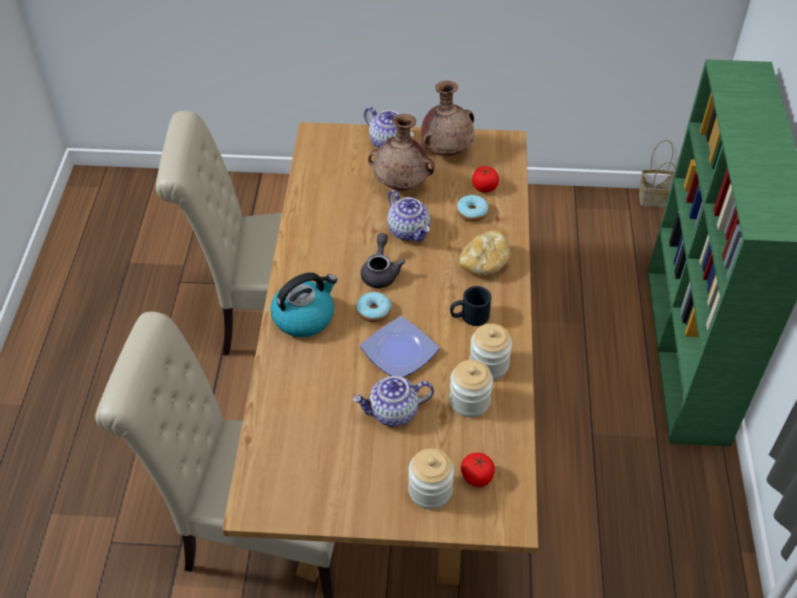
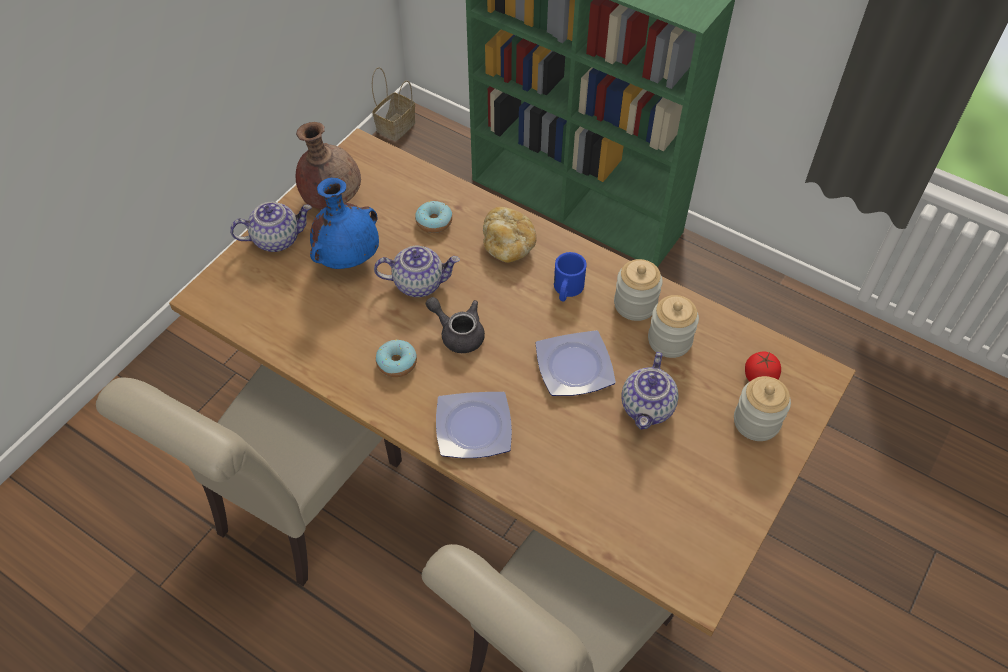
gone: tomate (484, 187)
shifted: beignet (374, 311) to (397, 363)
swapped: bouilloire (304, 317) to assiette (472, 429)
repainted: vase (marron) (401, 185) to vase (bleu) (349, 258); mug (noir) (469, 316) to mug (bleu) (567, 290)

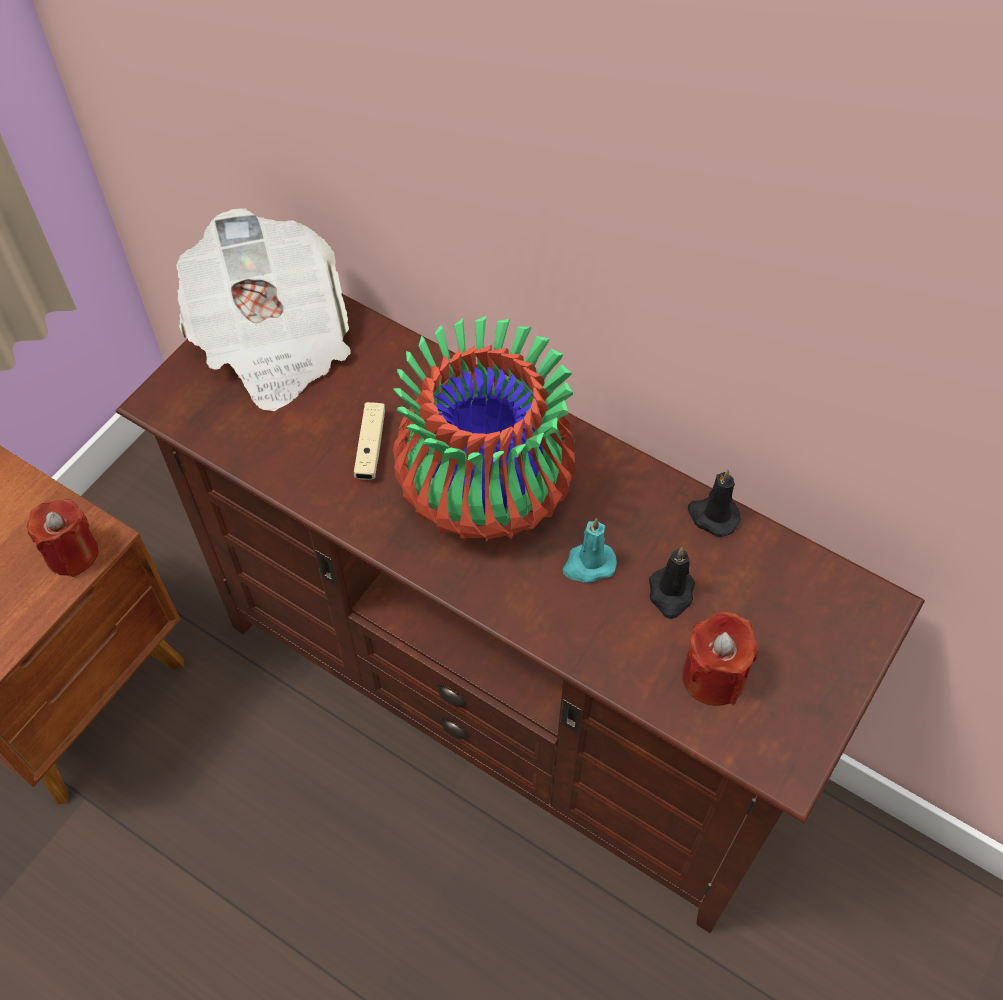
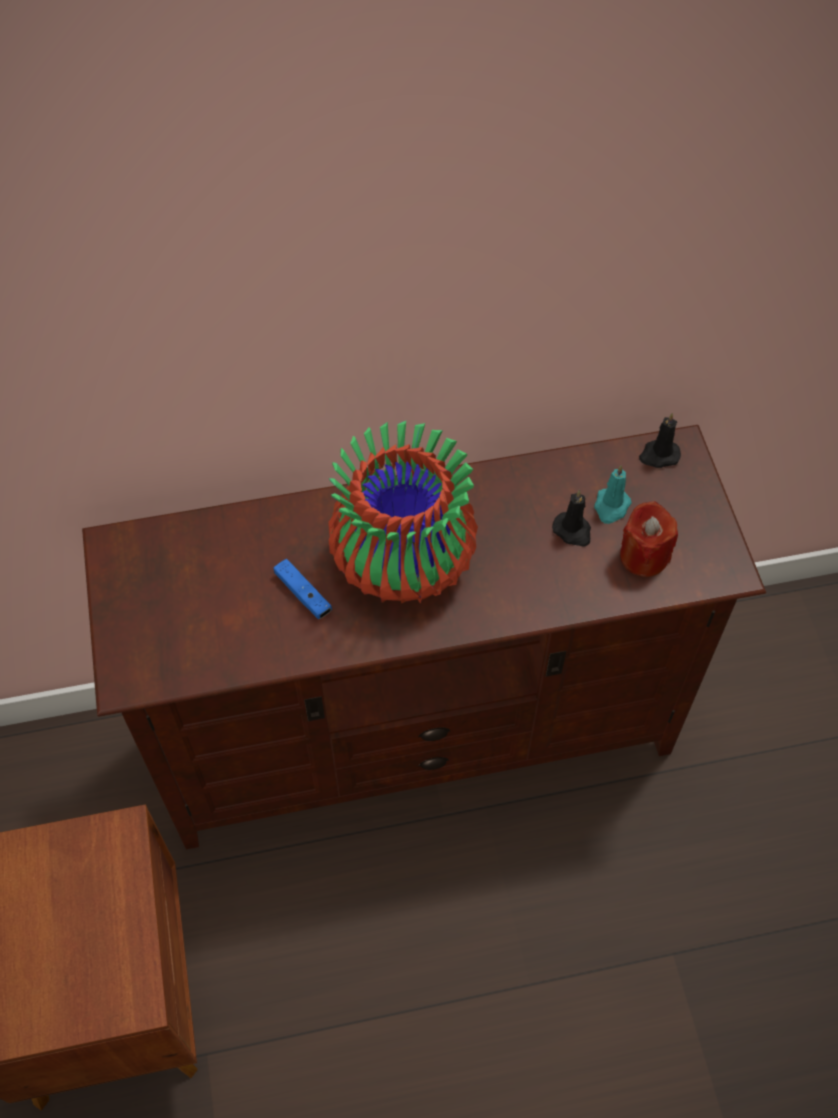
gone: bougie (rouge) (72, 553); journal (271, 340)
shifted: bougie (turquoise) (588, 564) to (611, 507); bougie (noir) (712, 516) to (658, 455)
repainted: manette (beige) (370, 447) to manette (bleu) (303, 594)

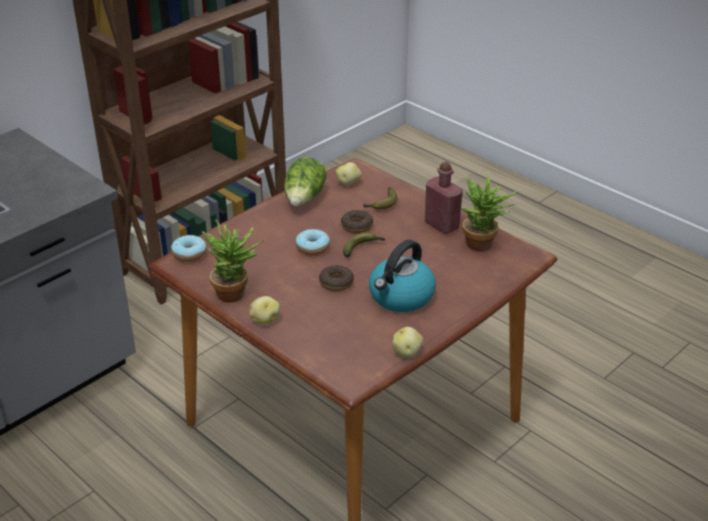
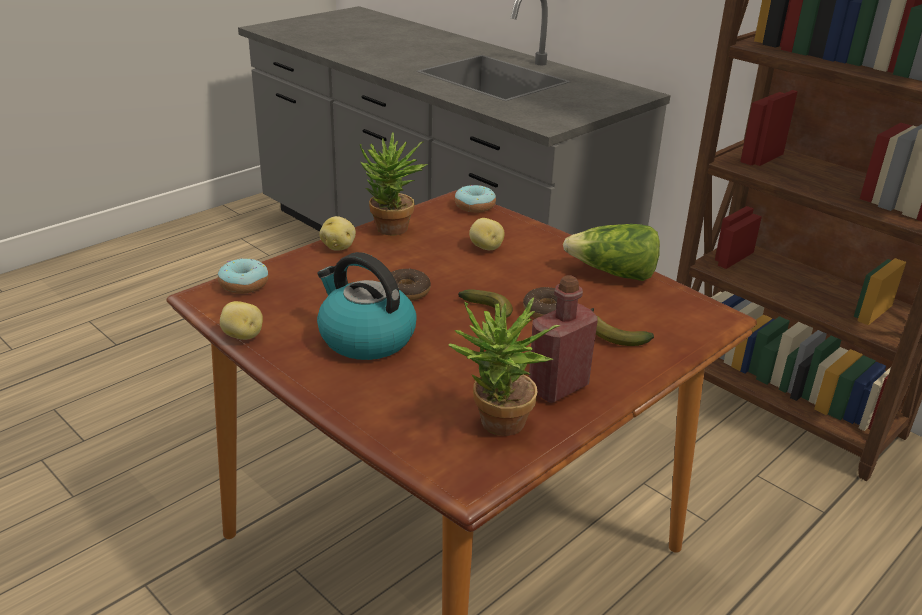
shifted: beignet (312, 248) to (244, 284); pomme de terre (348, 183) to (486, 247)

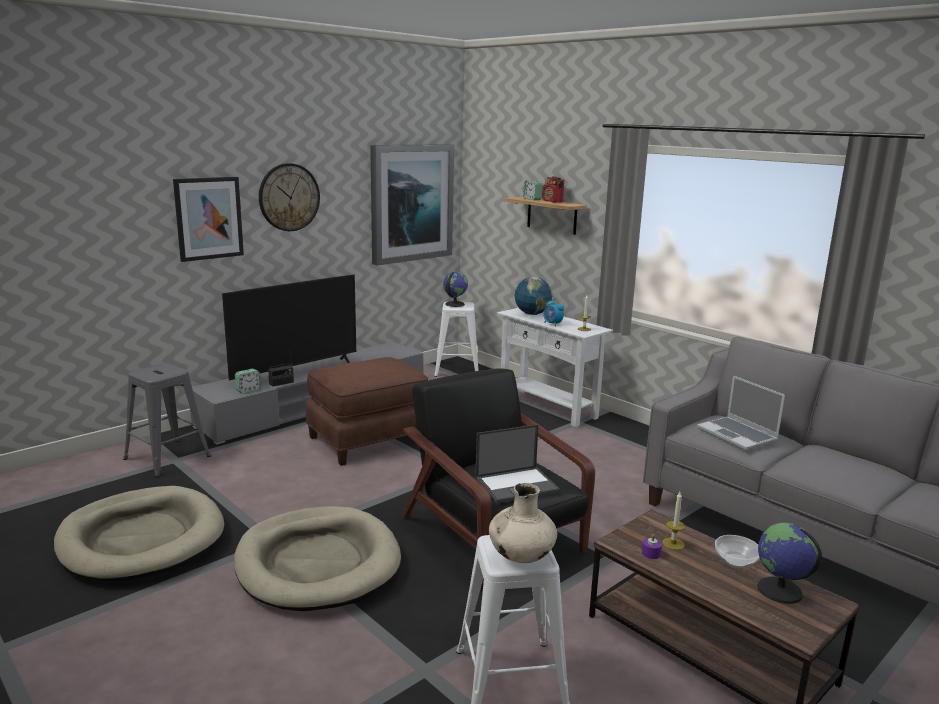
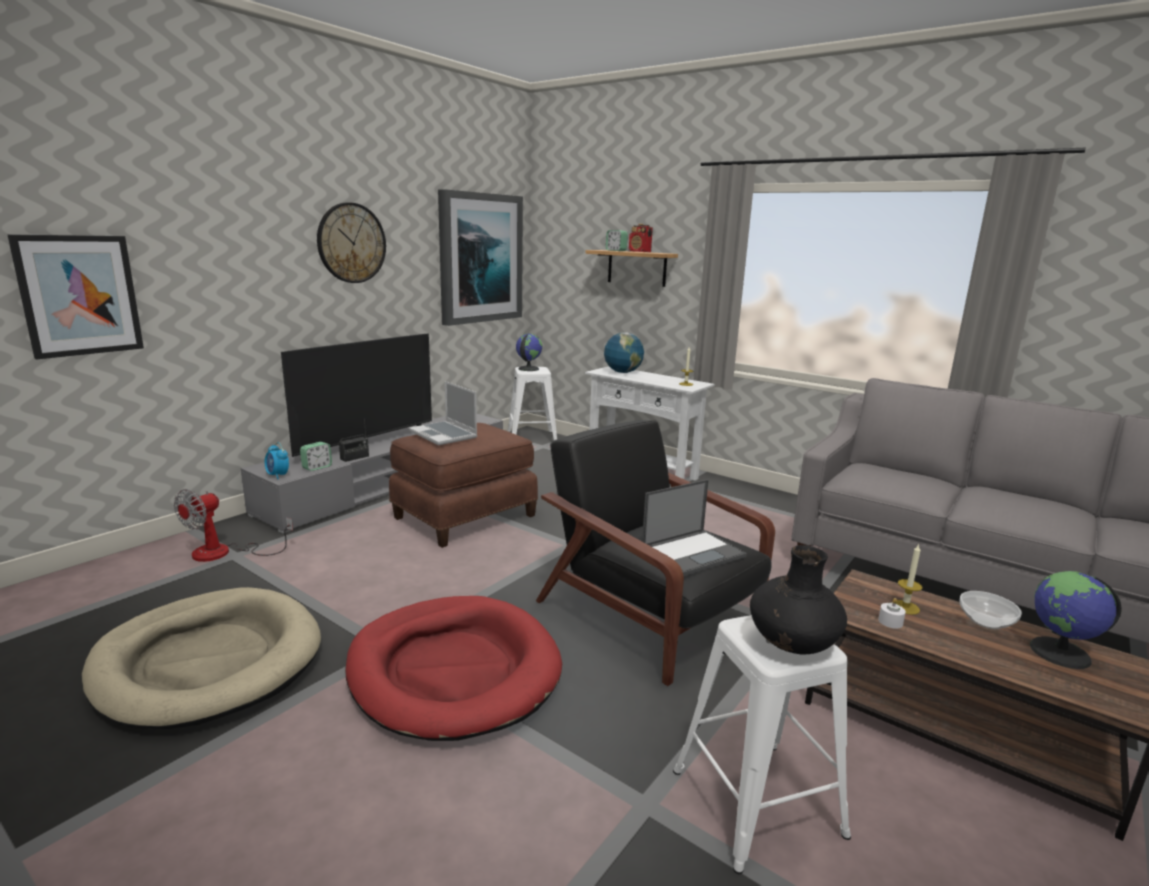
shifted: tableau (209, 218) to (79, 295); réveil (552, 324) to (278, 476); ordinateur portable (738, 435) to (444, 434)
swapped: tabouret (gris) (168, 457) to ventilateur (224, 553)
repainted: panier pour chien (beige) (317, 563) to panier pour chien (rouge) (453, 670); vase (beige) (521, 556) to vase (noir) (791, 645); bougie (violet) (651, 553) to bougie (blanc) (890, 622)

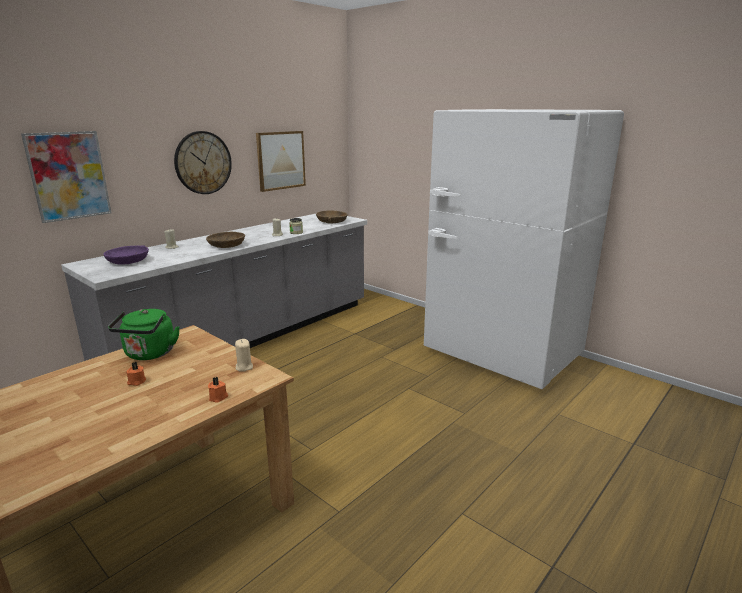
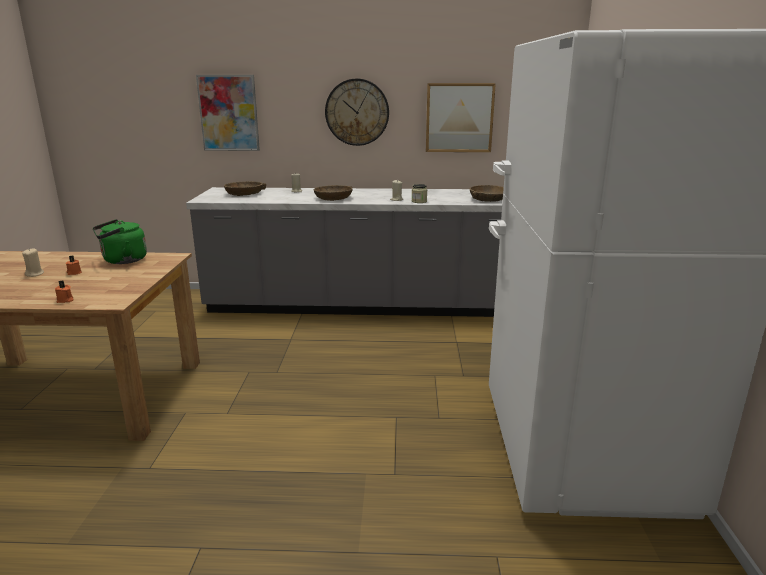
shifted: bougie (beige) (244, 367) to (35, 274)
repainted: bol (violet) (128, 261) to bol (marron) (244, 194)

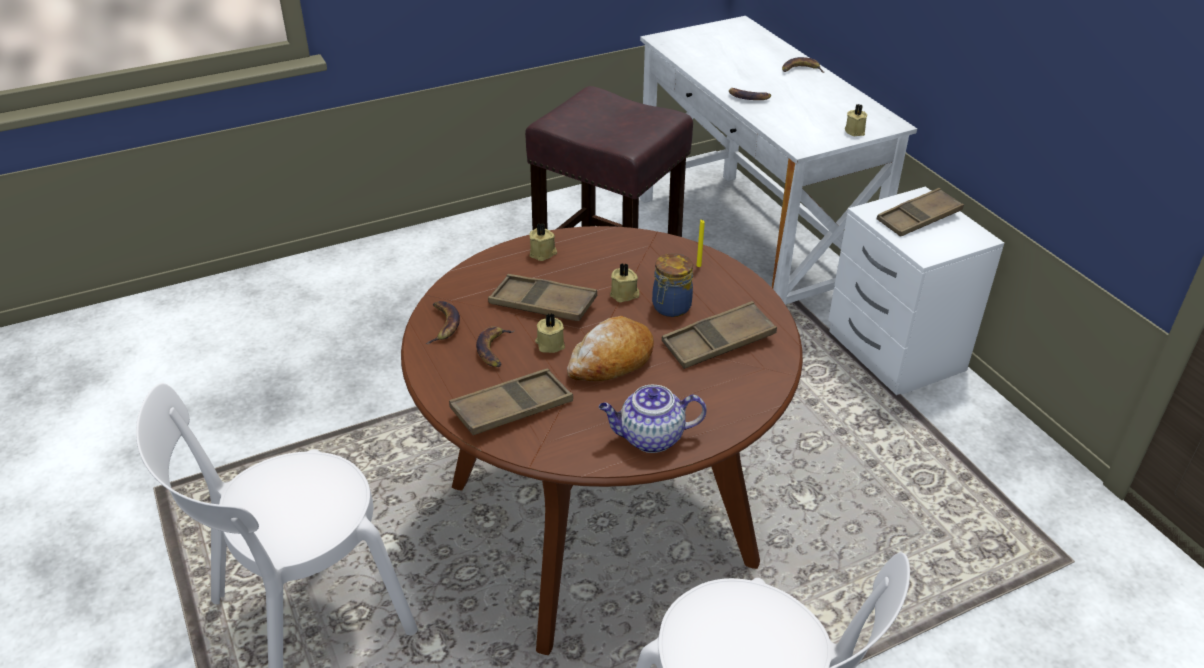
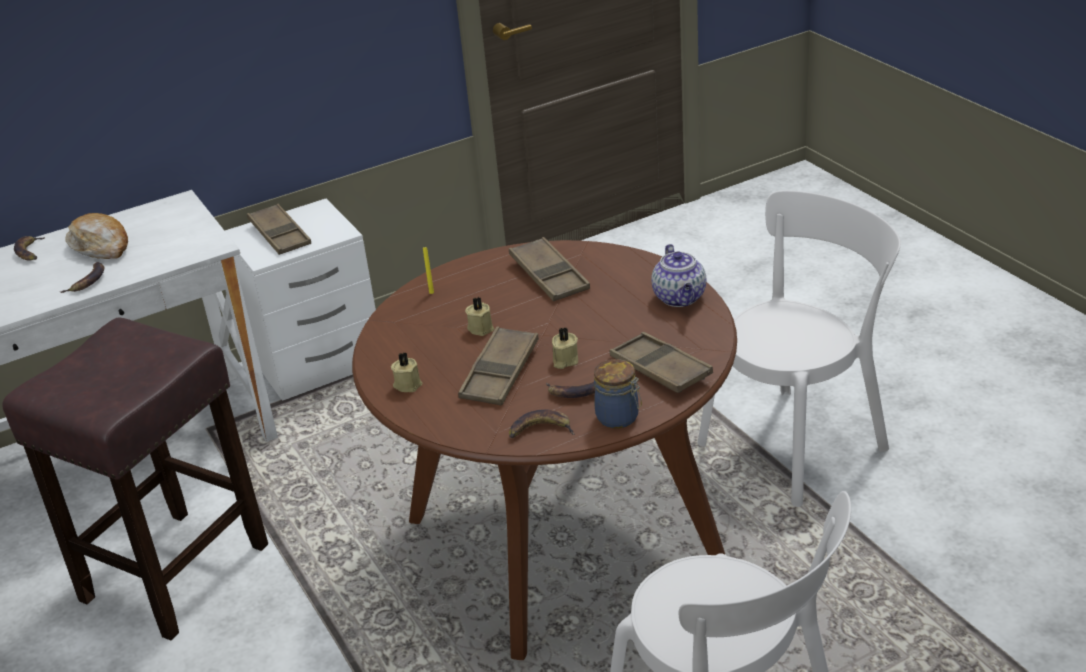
gone: bougie (beige) (855, 131)
shifted: pain (611, 361) to (101, 246); bocal (670, 308) to (619, 418)

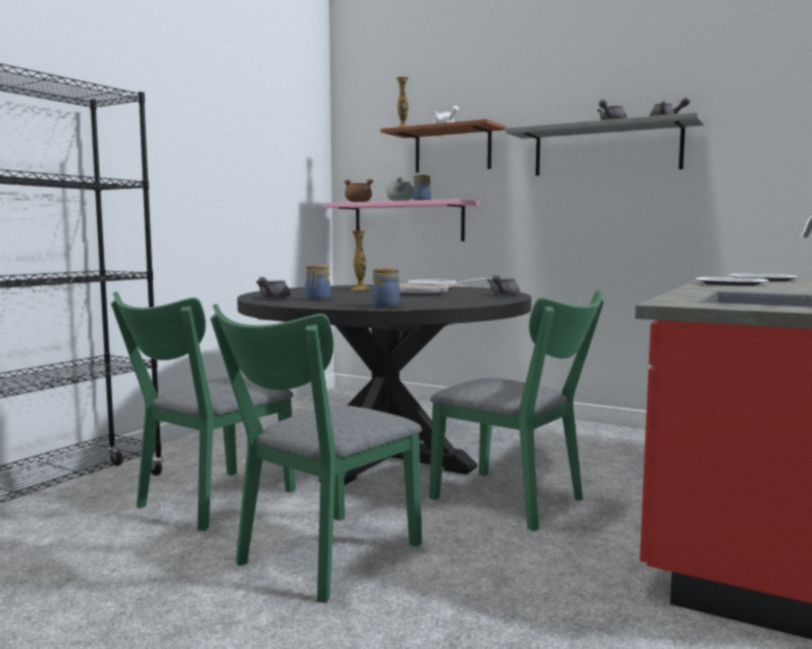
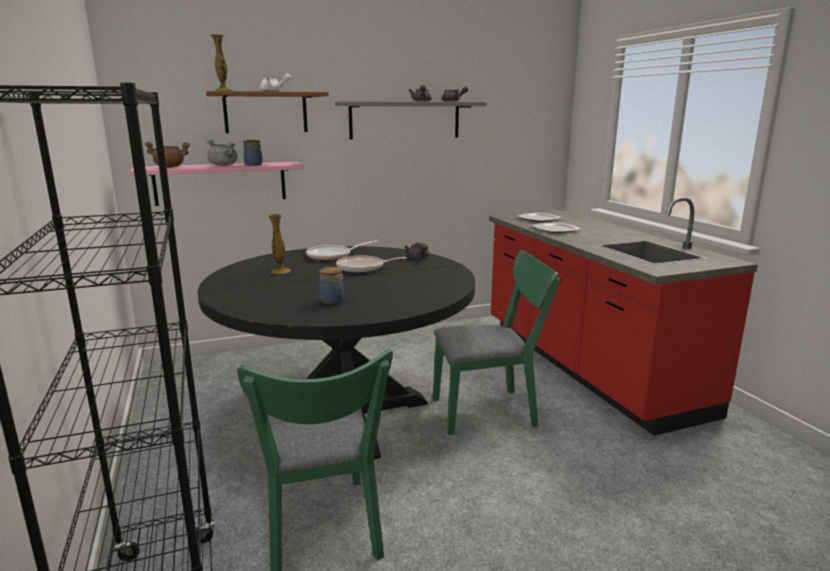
gone: chaise (vert) (321, 559); théière (gris) (272, 298); bocal (387, 306)

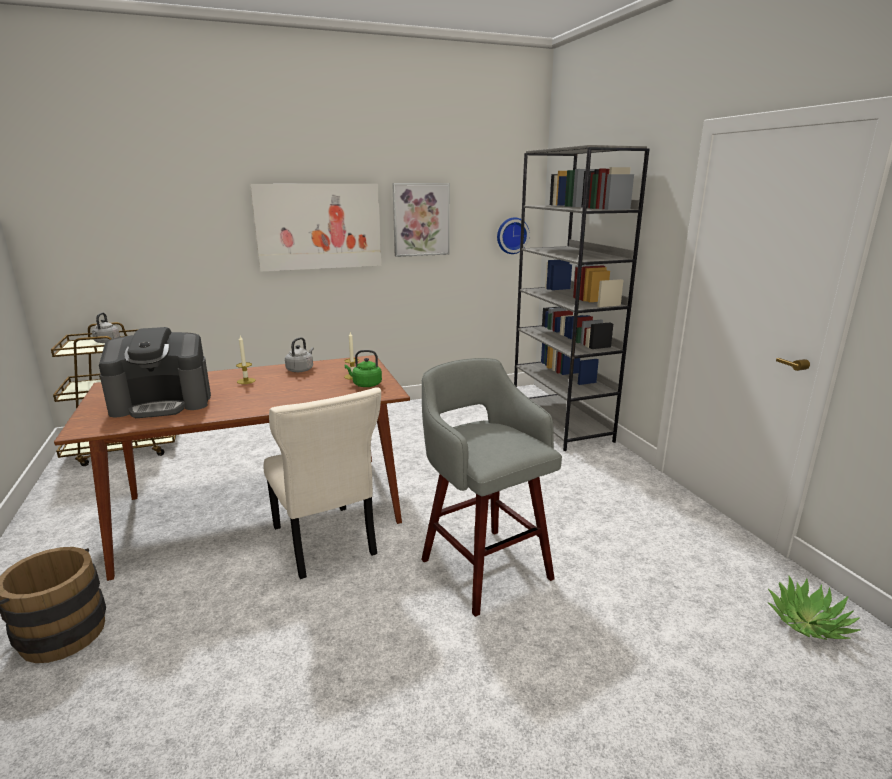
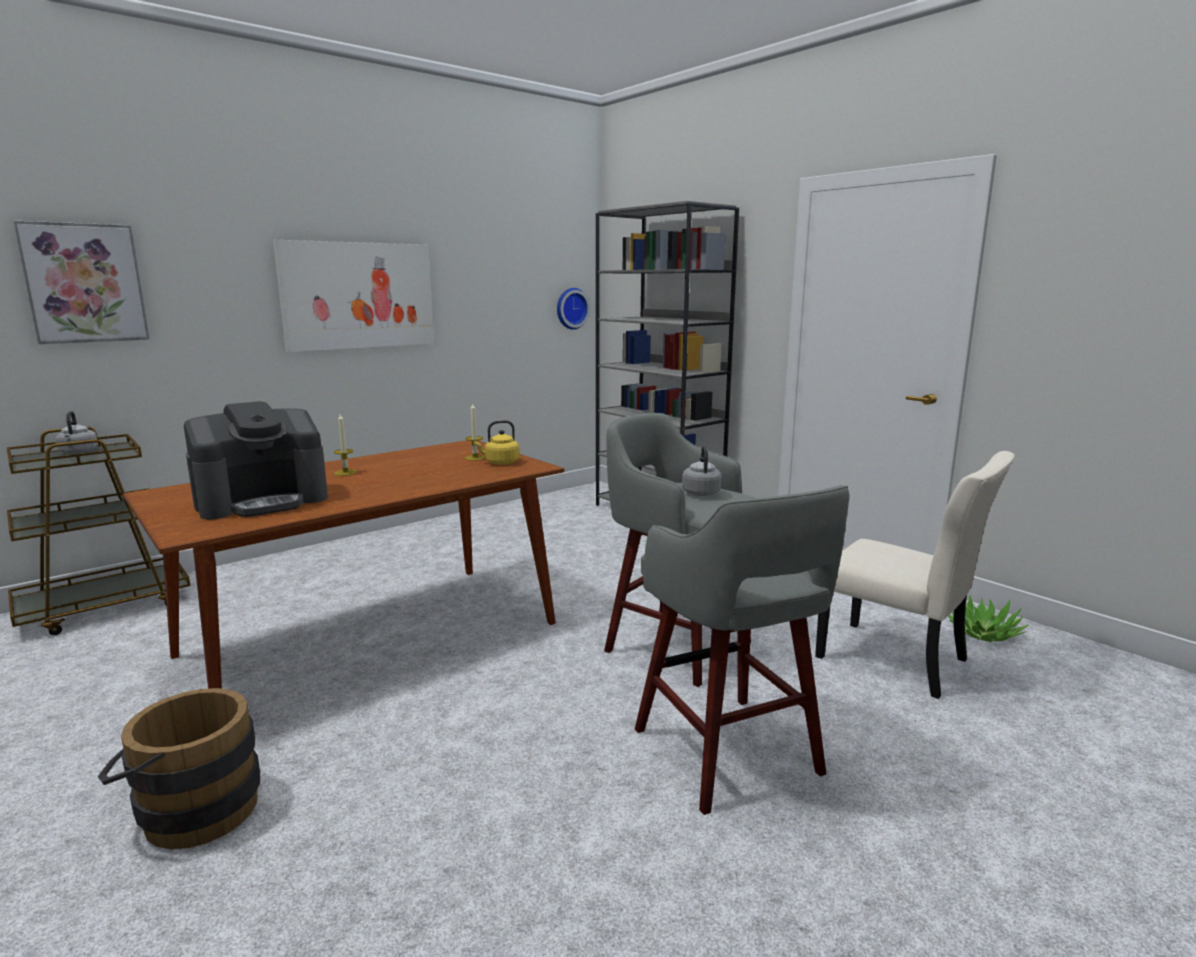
new: tabouret (gris) (729, 755)
shifted: tableau (421, 219) to (84, 283); bouilloire (gris) (301, 369) to (701, 492); chaise (beige) (325, 543) to (897, 661)
repainted: bouilloire (vert) (365, 384) to bouilloire (jaune) (500, 463)

